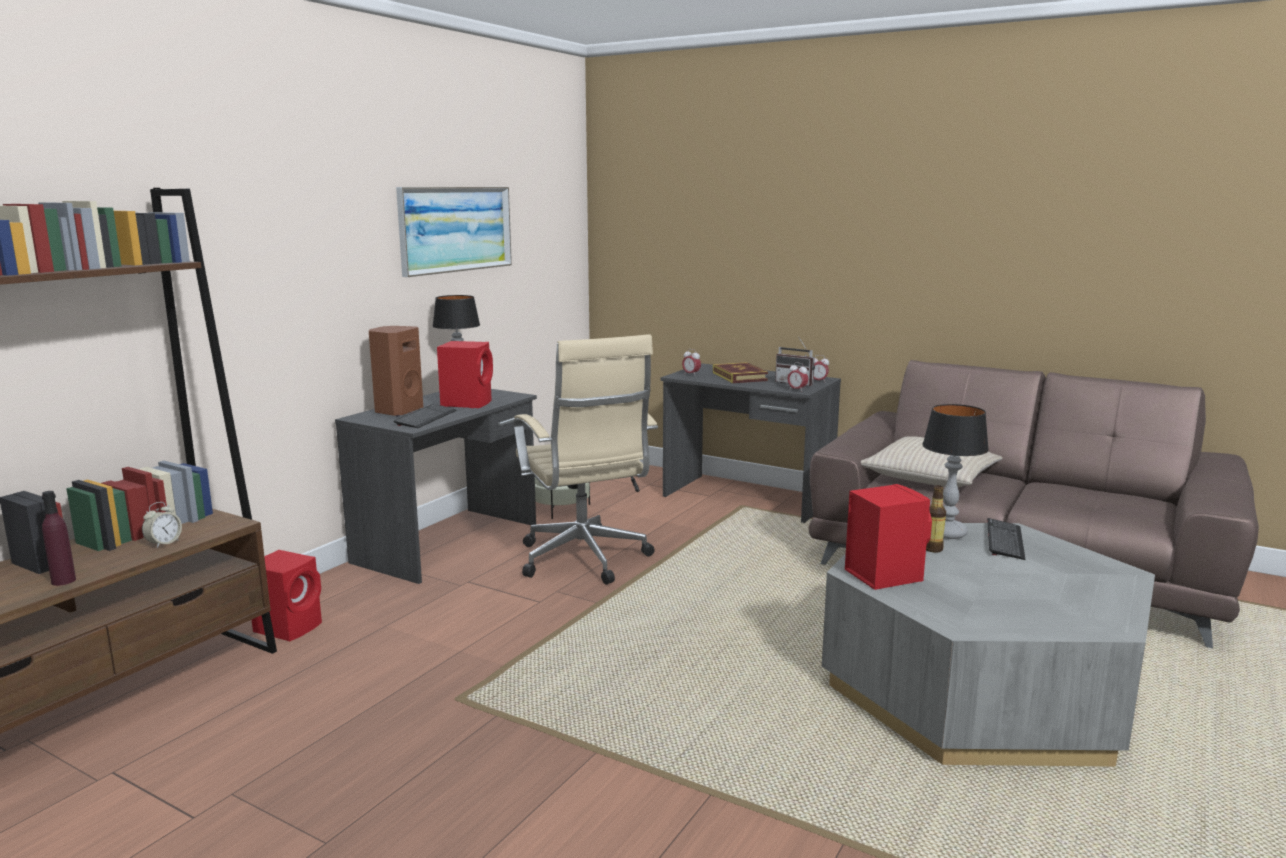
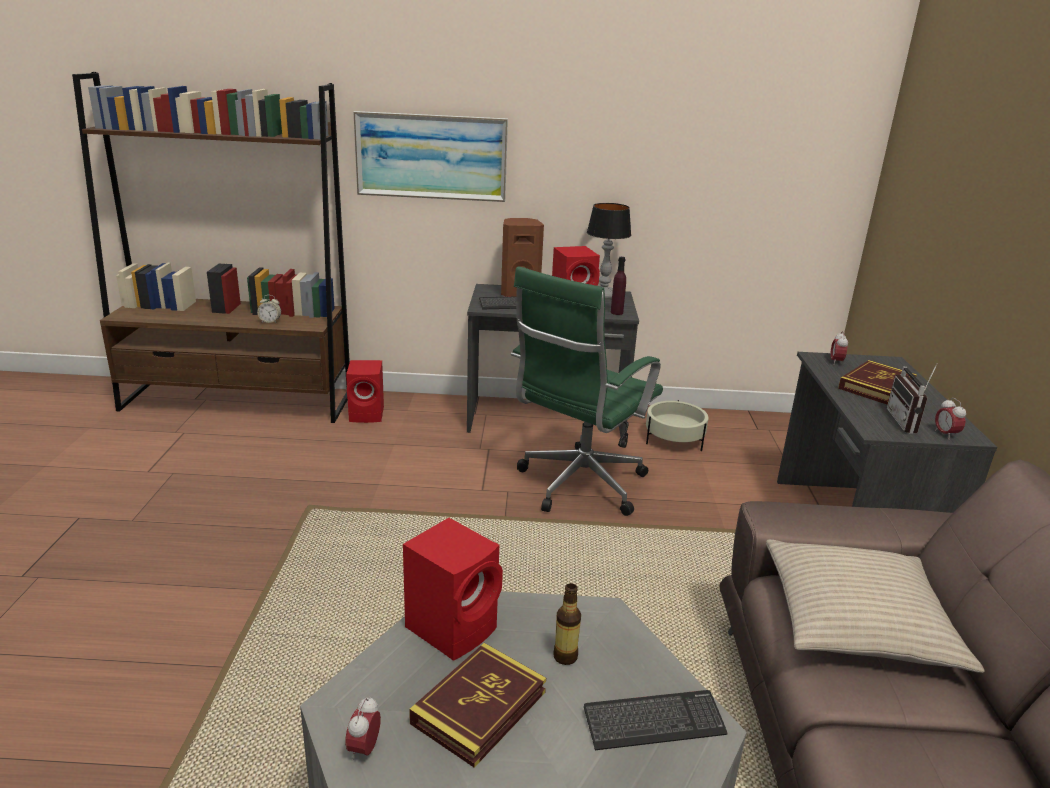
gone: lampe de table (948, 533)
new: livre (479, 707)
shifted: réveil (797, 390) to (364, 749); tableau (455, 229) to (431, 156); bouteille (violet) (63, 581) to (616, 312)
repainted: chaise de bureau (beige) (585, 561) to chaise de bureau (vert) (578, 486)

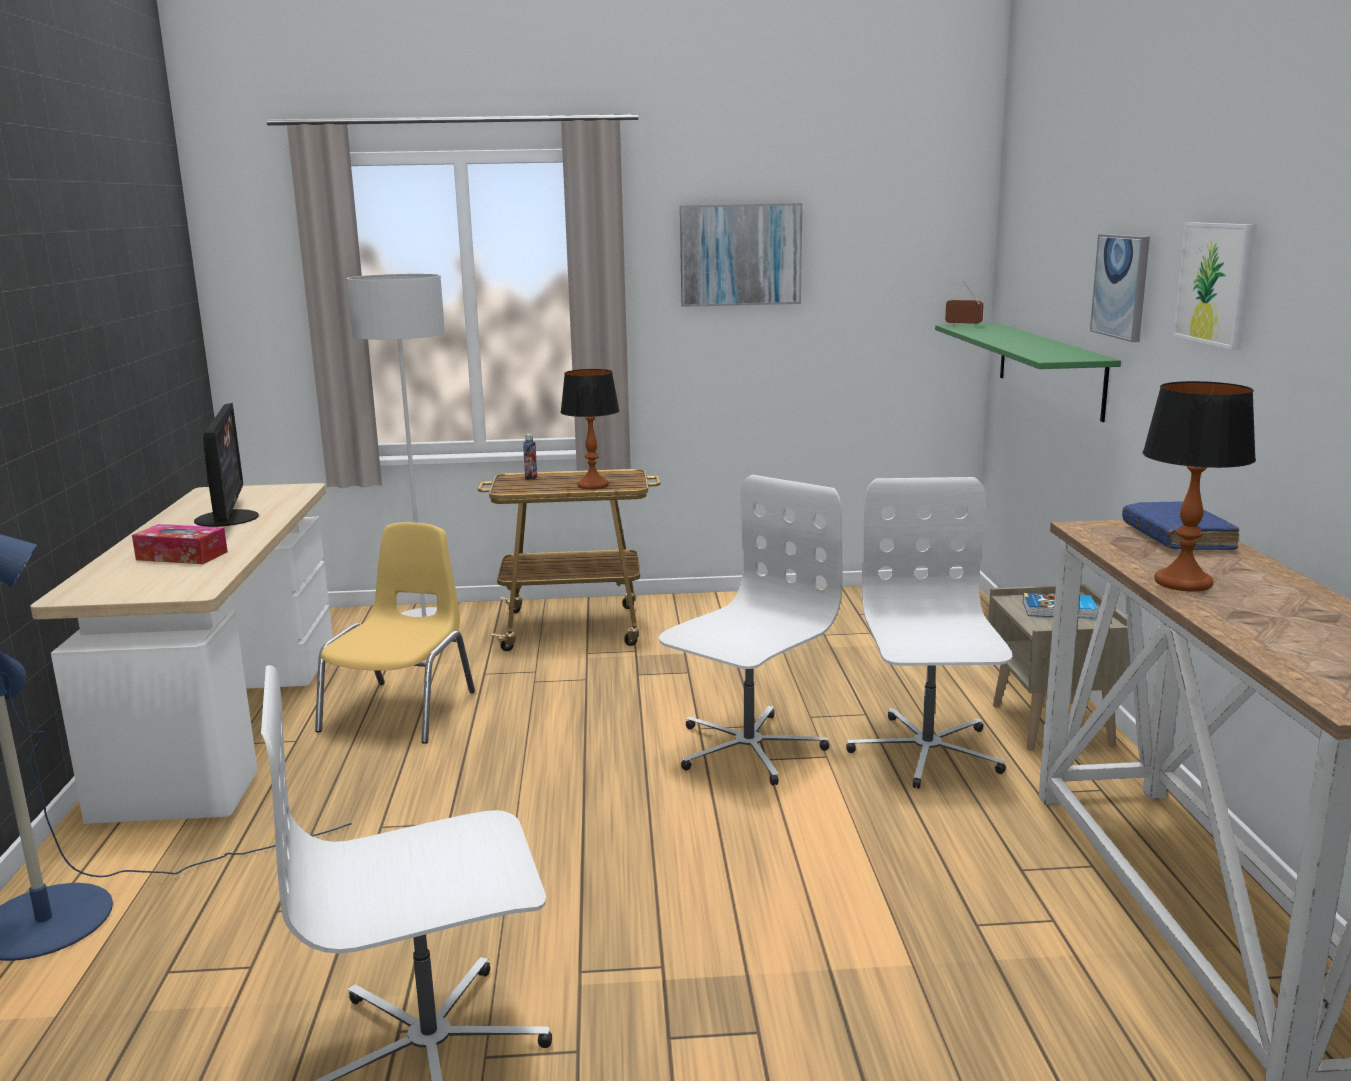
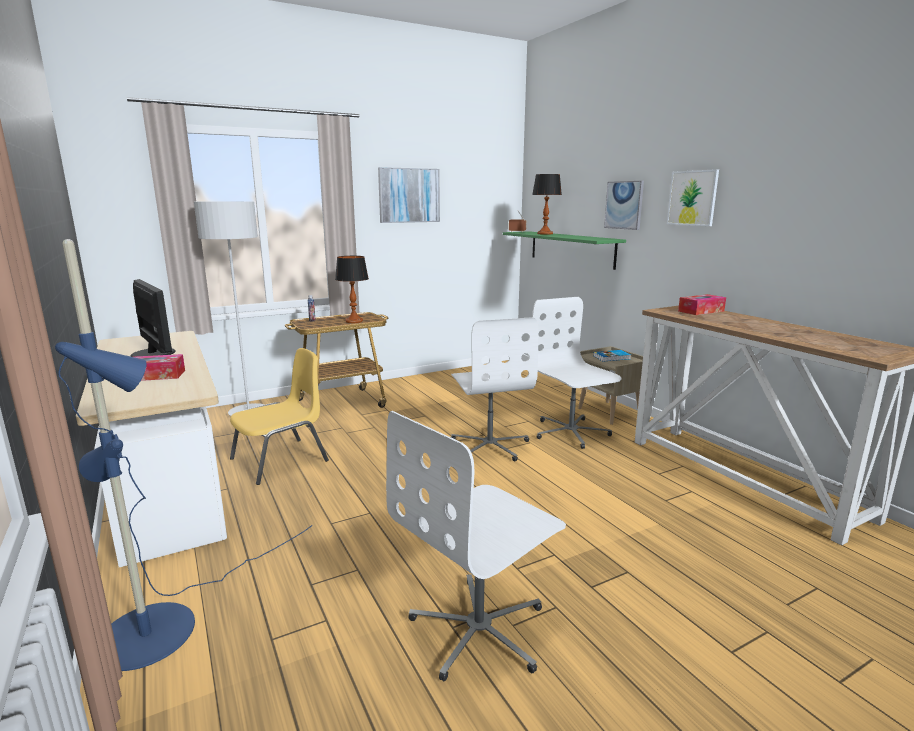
shifted: lampe de table (1182, 582) to (545, 234)
swapped: livre (bleu) (1177, 538) to boîte à mouchoirs (701, 311)
rotated: chaise (jaune) (402, 710) = (281, 460) 60 degrees clockwise; chaise de bureau (blanc) (747, 748) = (490, 445) 150 degrees clockwise

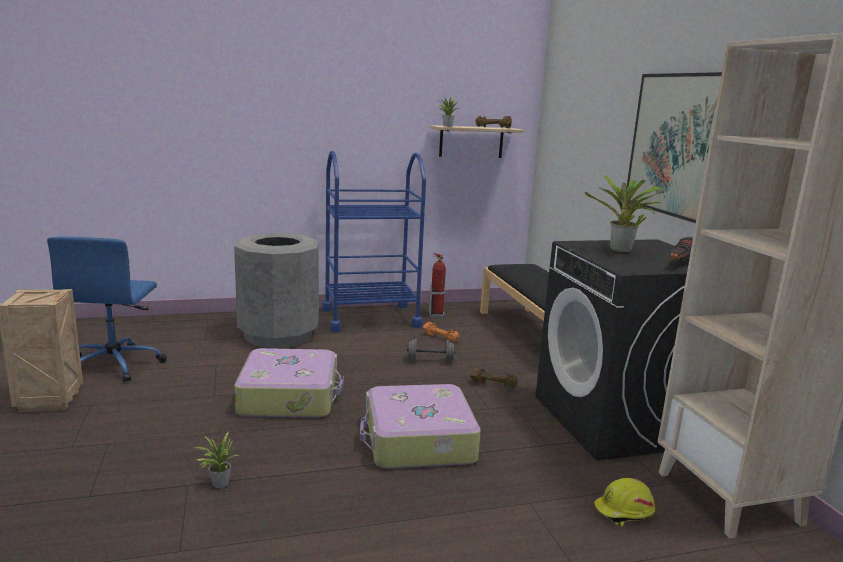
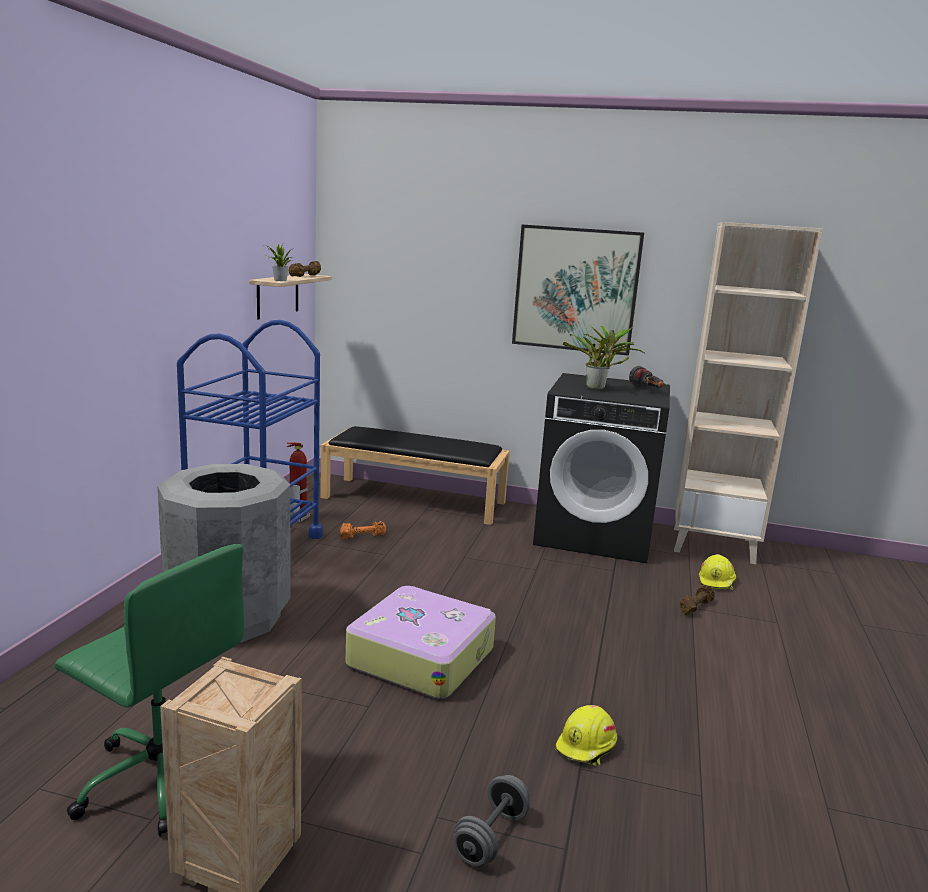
gone: valise (418, 441)
shifted: haltère (gris) (430, 361) to (490, 837); haltère (marron) (493, 384) to (695, 607)
swapped: plante en pot (218, 483) to casque de chantier (jaune) (586, 746)
repainted: chaise de bureau (bleu) (115, 365) to chaise de bureau (vert) (160, 775)

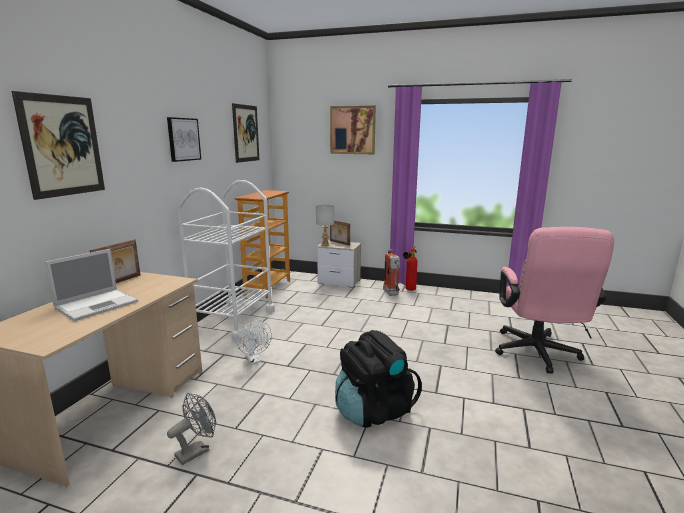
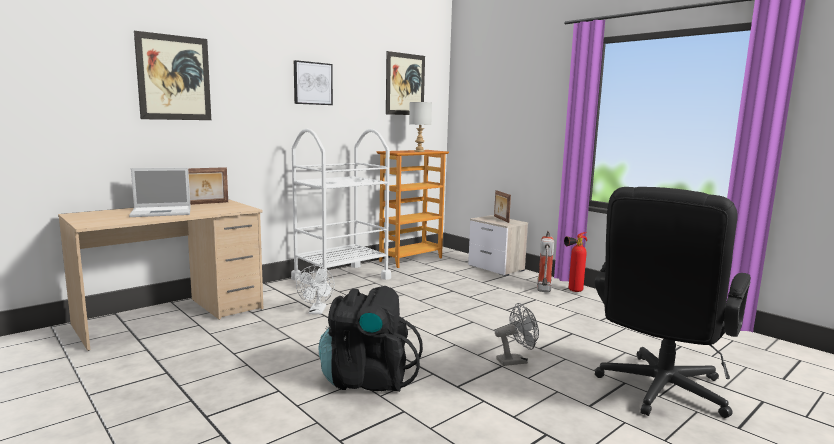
gone: tableau (352, 130)
shifted: lampe de table (gris) (325, 245) to (419, 151); ventilateur (gris) (197, 451) to (516, 361)
repainted: chaise de bureau (rose) (537, 355) to chaise de bureau (noir) (658, 393)

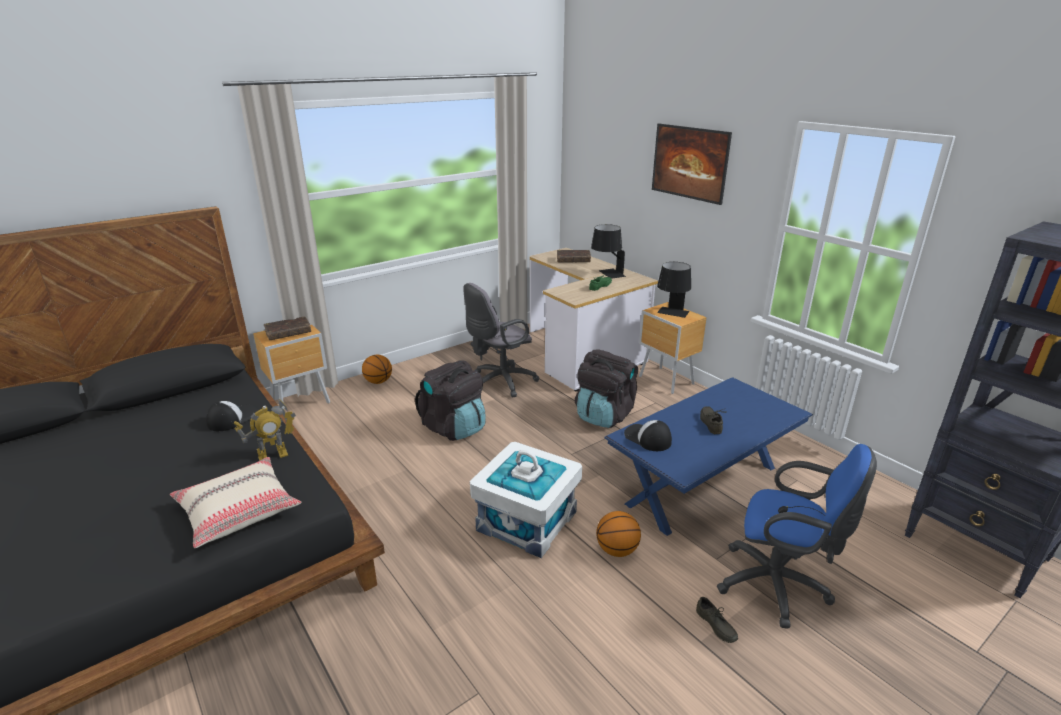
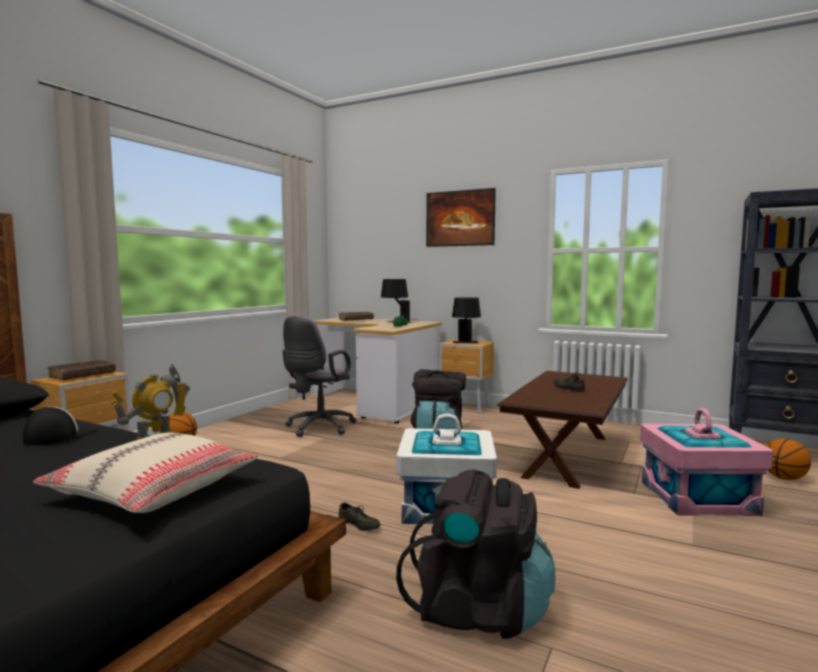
gone: casquette (647, 438)
shifted: chaussure (gris) (714, 626) to (357, 526); sac à dos (noir) (454, 427) to (478, 610); ballon de basket (617, 550) to (784, 478)
swapped: chaise de bureau (bleu) (778, 586) to boîte de rangement (rose) (698, 498)
repainted: table basse (bleu) (702, 485) to table basse (marron) (567, 456)

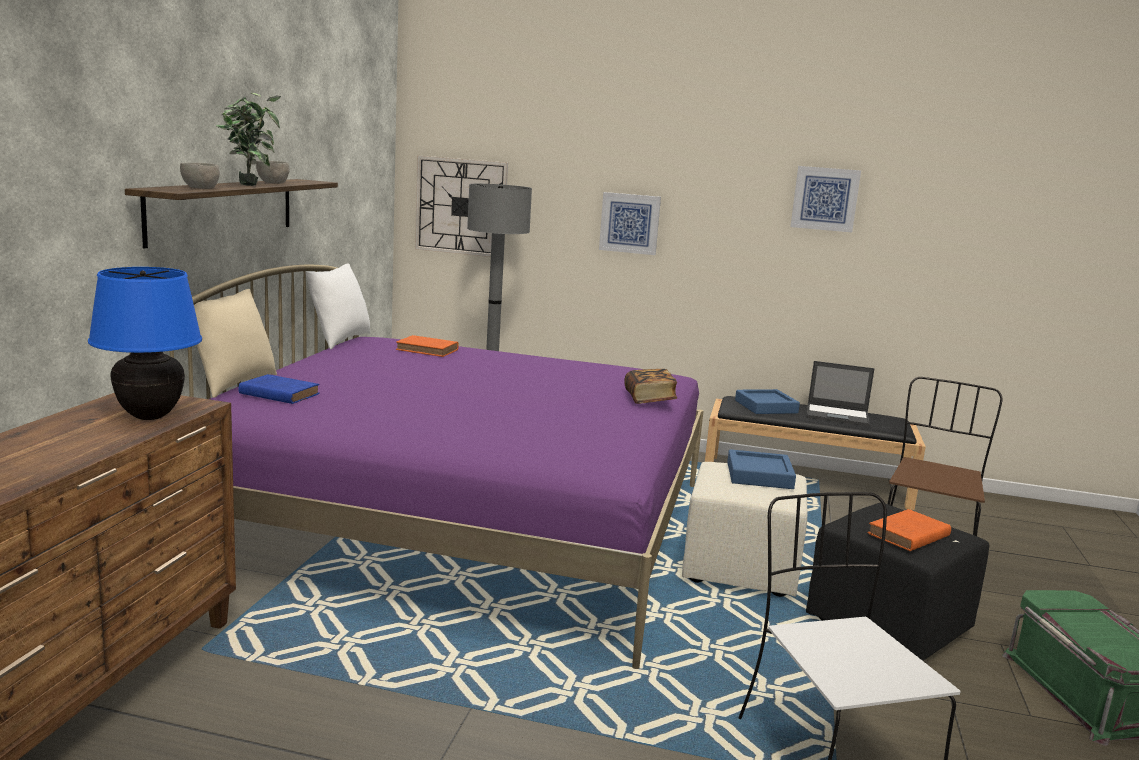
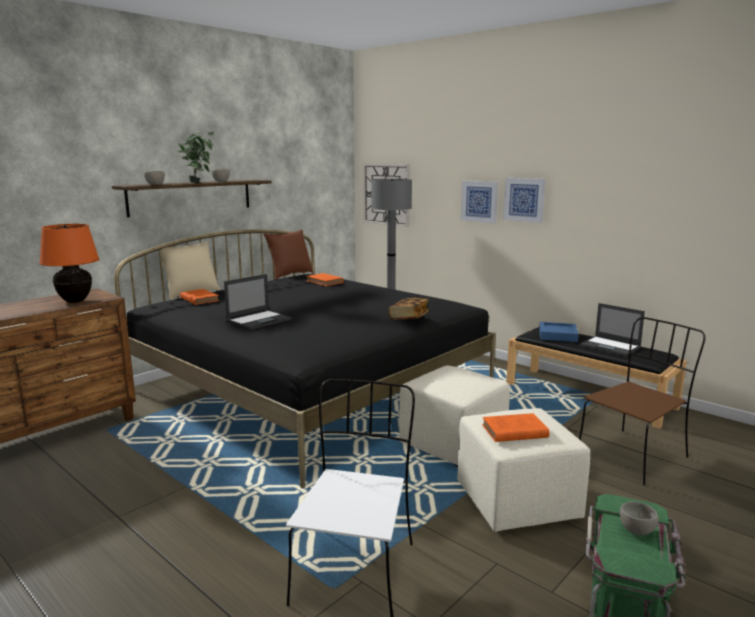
gone: plateau (bleu) (759, 475)
new: ordinateur portable (259, 320); bol (gris) (637, 531)
shifted: tableau (825, 199) to (524, 199)
repainted: lampe de table (bleu) (150, 416) to lampe de table (orange) (75, 301); lit (violet) (459, 523) to lit (noir) (310, 388); livre (bleu) (277, 393) to livre (orange) (199, 299); coussin (blanc) (339, 340) to coussin (marron) (289, 275); pouf (noir) (890, 626) to pouf (beige) (518, 503)

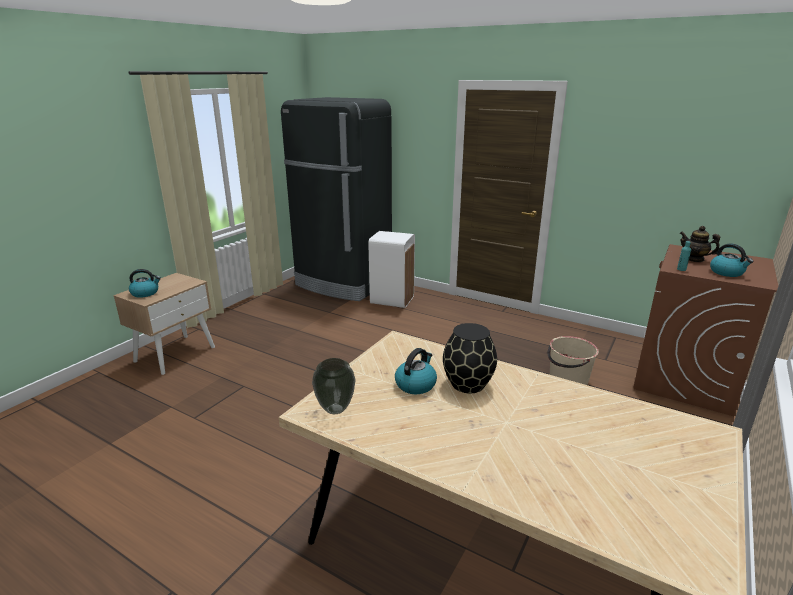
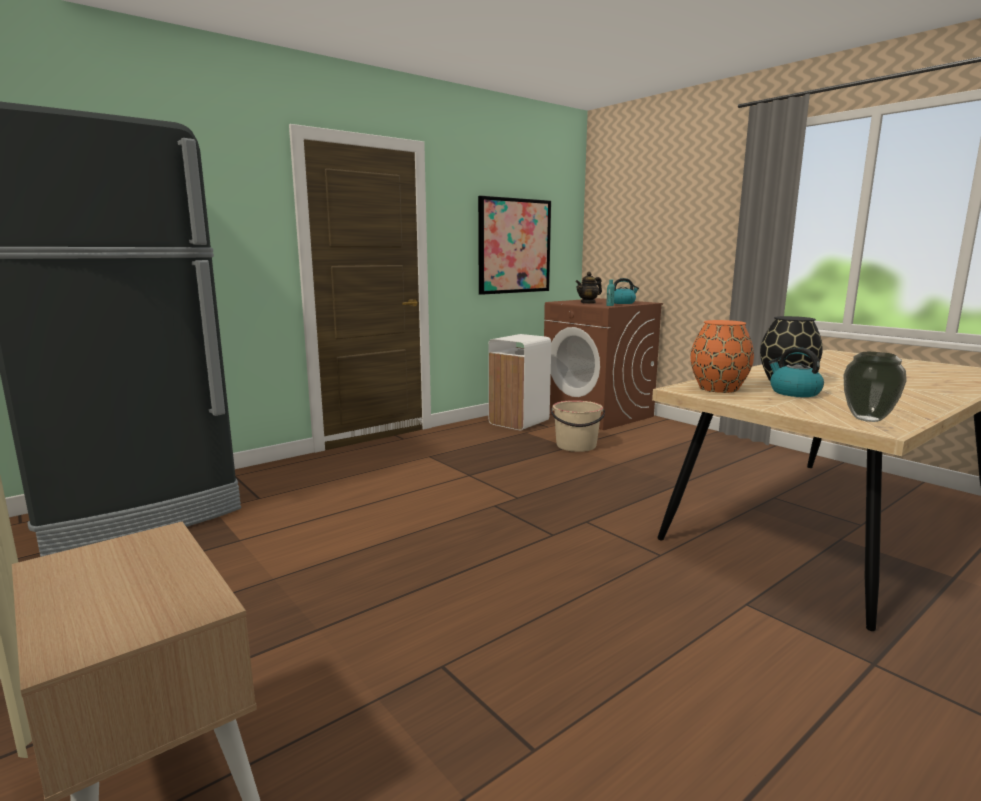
gone: bouilloire (145, 293)
new: tableau (514, 246); vase (orange) (717, 388)
shifted: poubelle (blanc) (392, 300) to (519, 422)

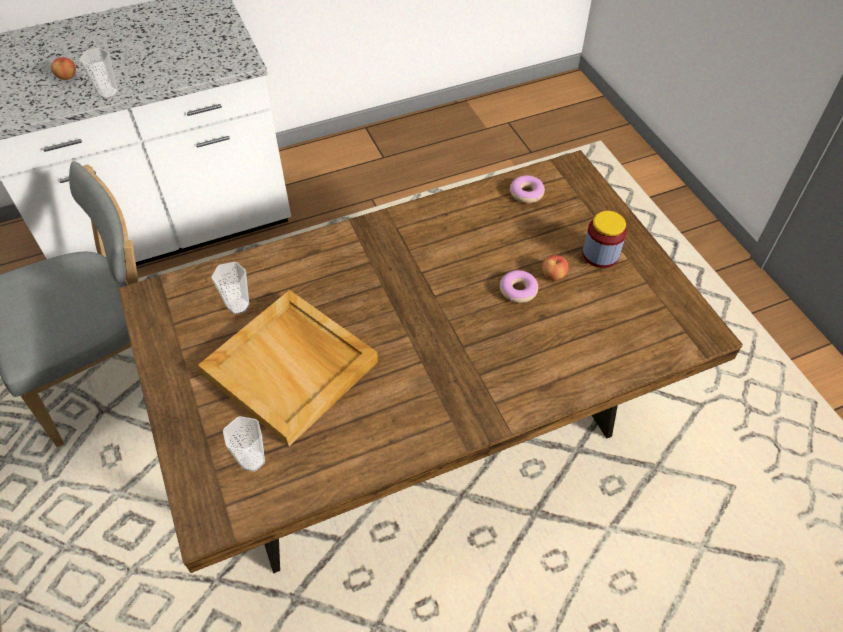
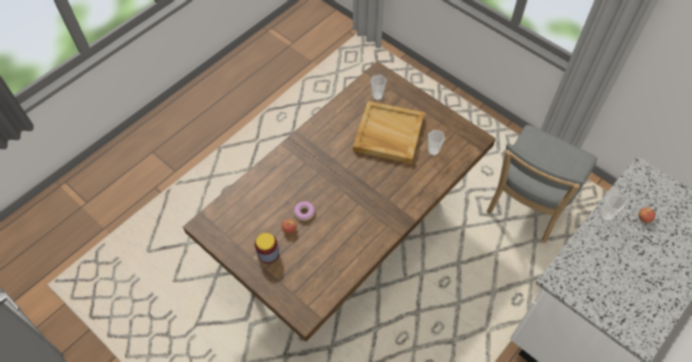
gone: beignet (526, 193)

